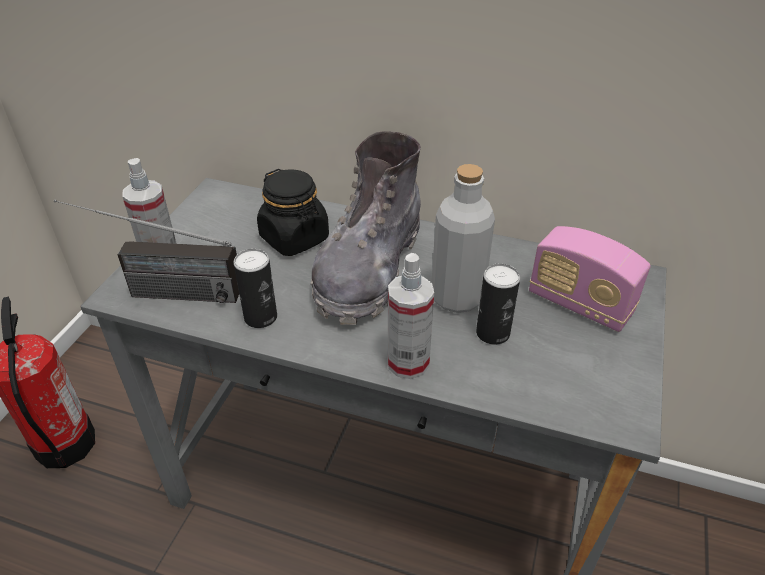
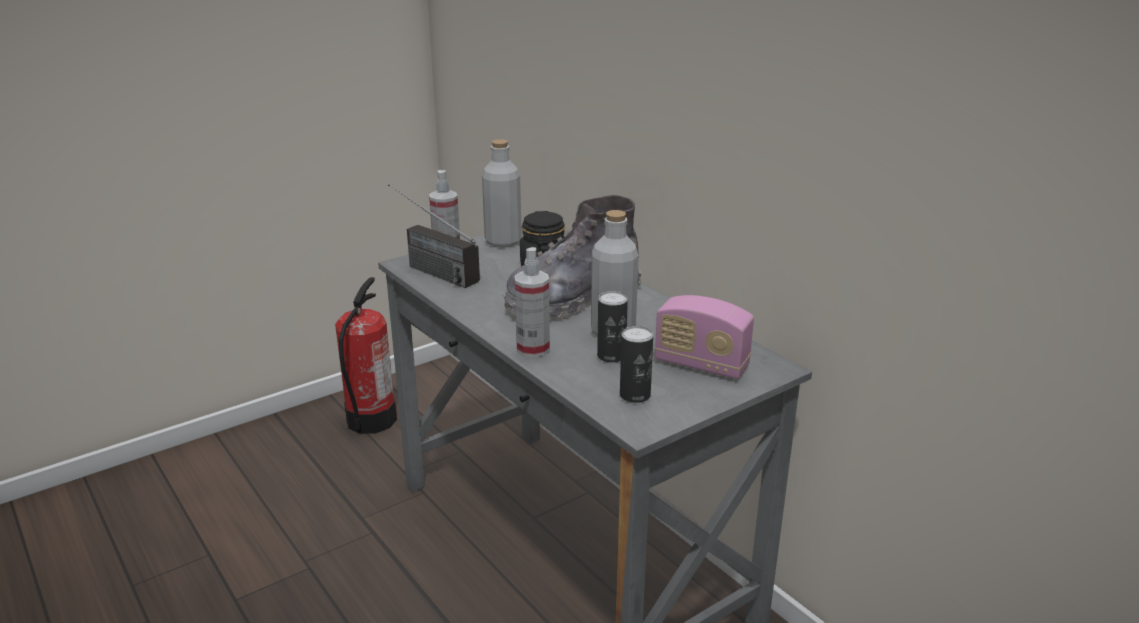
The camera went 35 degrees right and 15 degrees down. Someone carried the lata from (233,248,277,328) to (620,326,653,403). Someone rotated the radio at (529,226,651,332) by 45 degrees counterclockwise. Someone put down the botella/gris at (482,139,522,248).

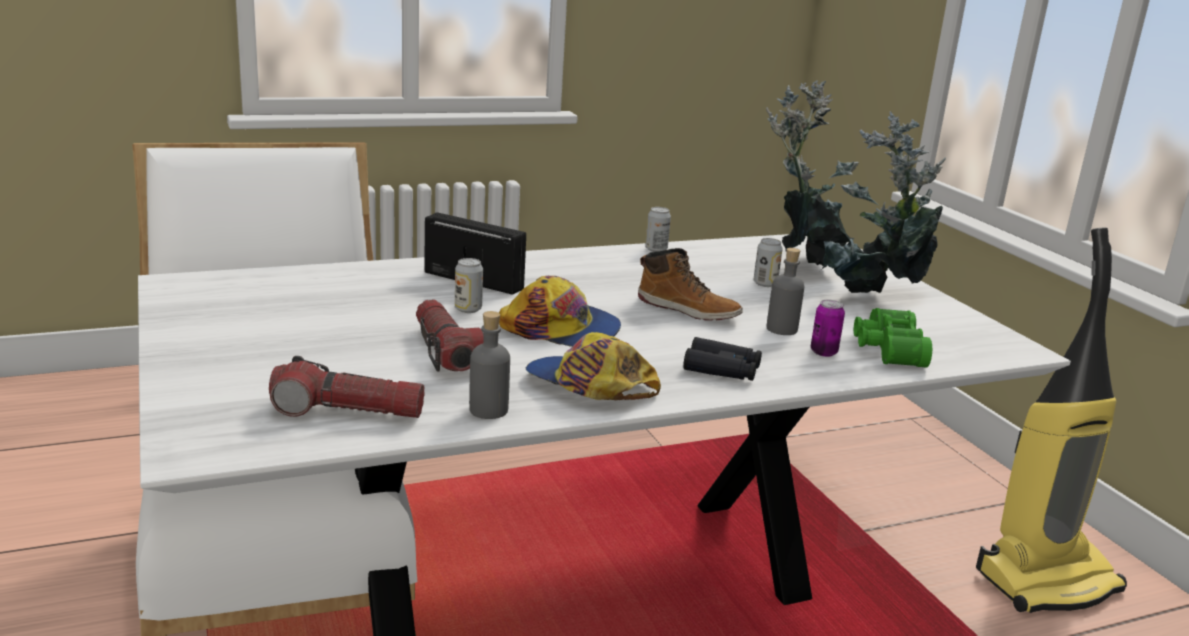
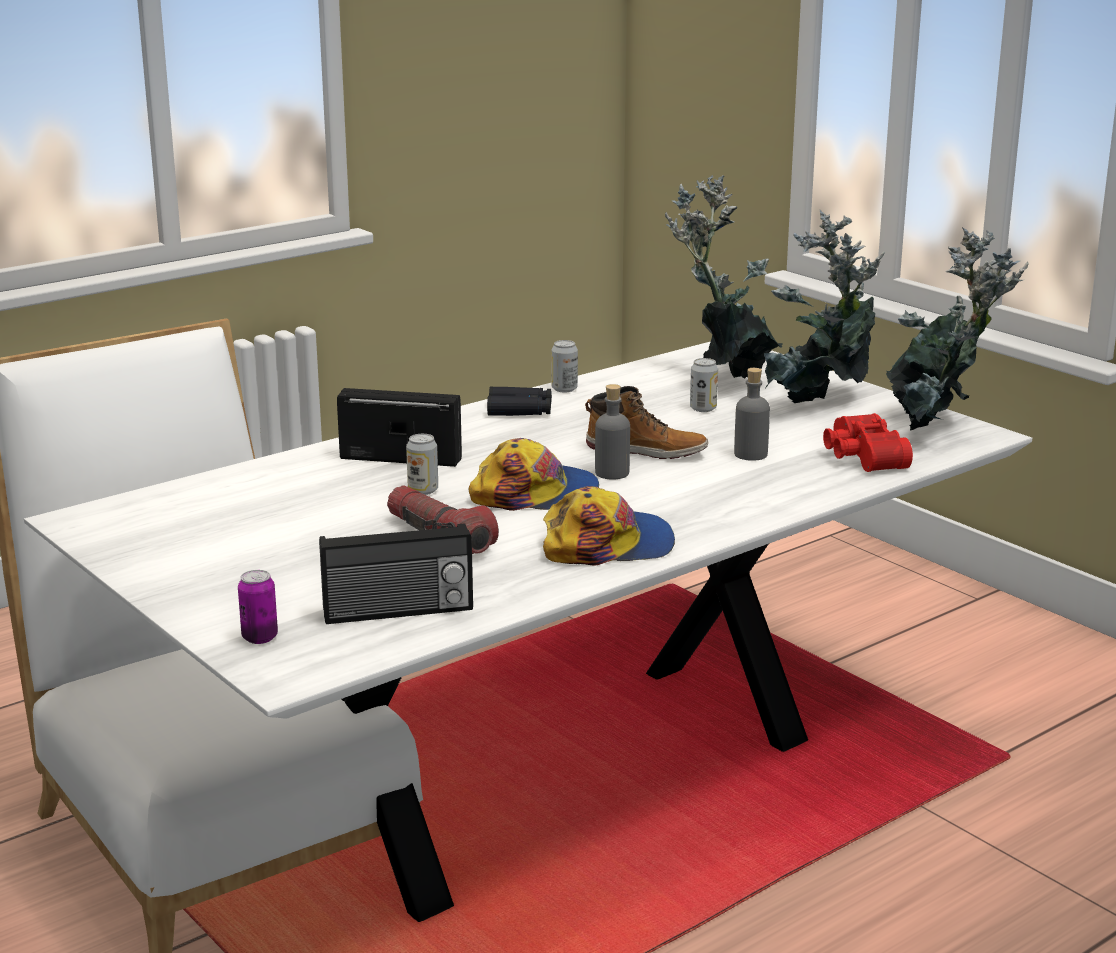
The camera went 15 degrees left and 0 degrees up. Someone swapped the linterna at (269,356,425,418) for the radio at (319,523,473,624). Someone carried the botella/gris from (469,311,510,419) to (595,384,630,480). Someone rotated the gorra at (526,332,661,401) by 150 degrees clockwise. Someone carried the prismáticos/negro from (683,337,762,381) to (487,386,552,416). Someone carried the lata from (811,300,845,357) to (238,570,278,644). Someone repainted the prismáticos/verde at (854,308,932,367), which became the prismáticos/rojo at (823,413,913,472). Someone took away the aspiradora at (976,227,1127,613). Someone put down the planta en maceta at (886,228,1028,431).

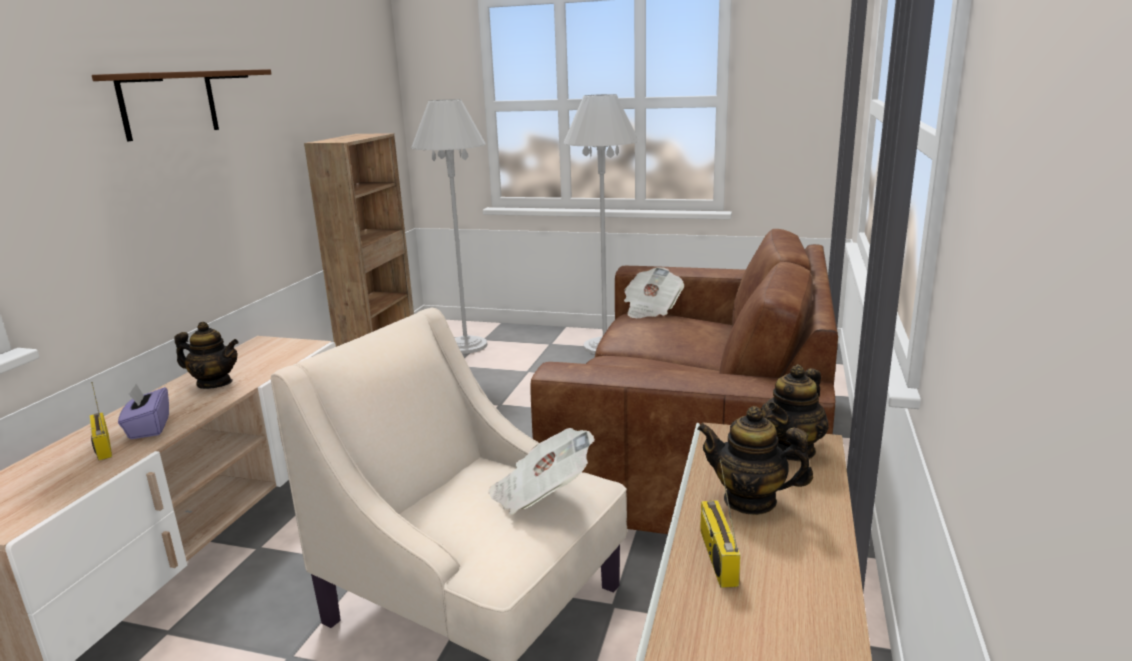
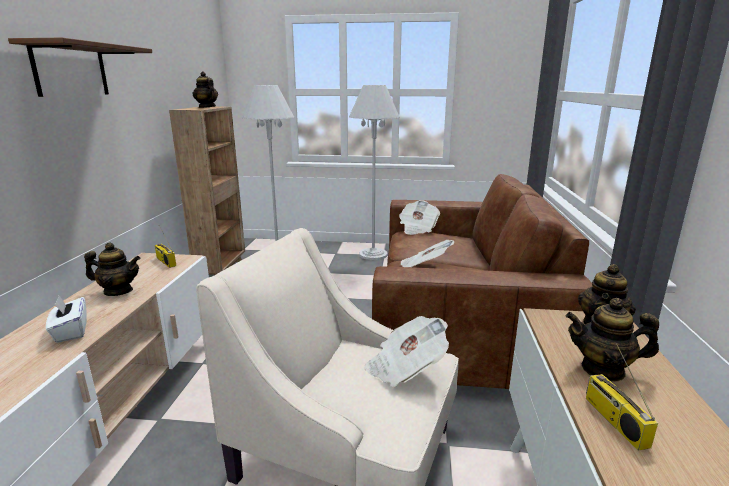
The camera went 10 degrees left and 0 degrees up. Someone carried the radio from (90,382,112,461) to (155,225,176,268). Someone repainted the caja de pañuelos/morado at (118,384,169,439), which became the caja de pañuelos/blanco at (46,296,87,343). Someone put down the tetera at (193,72,218,108). Someone put down the periódico at (401,239,454,267).

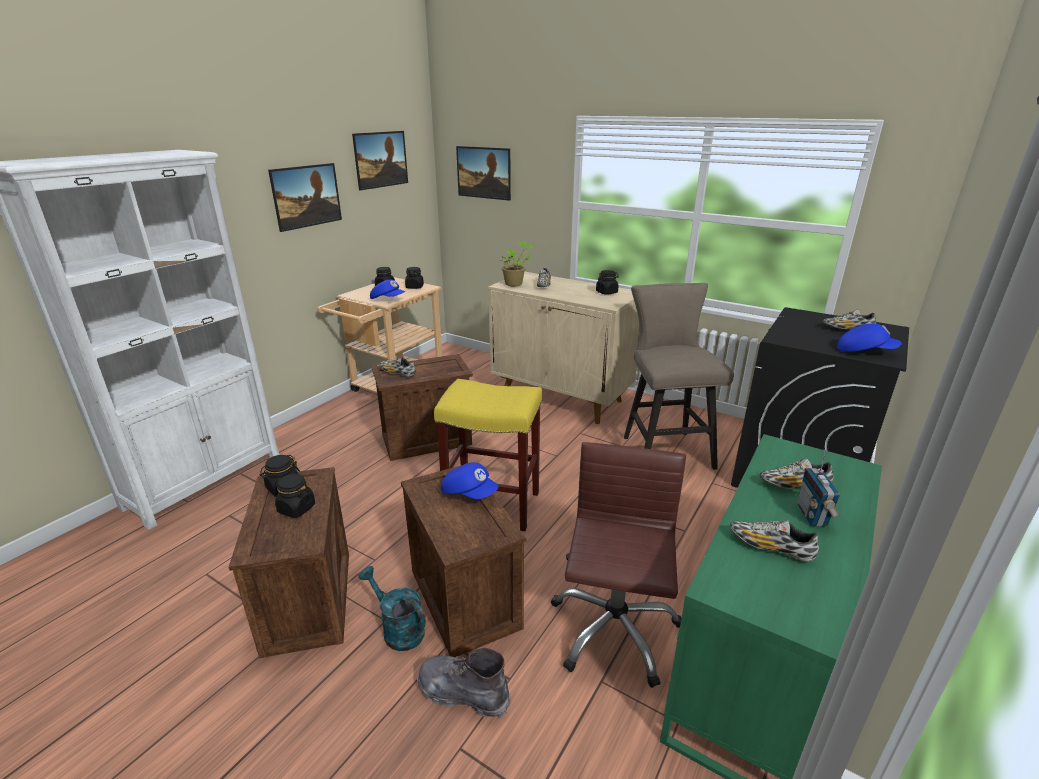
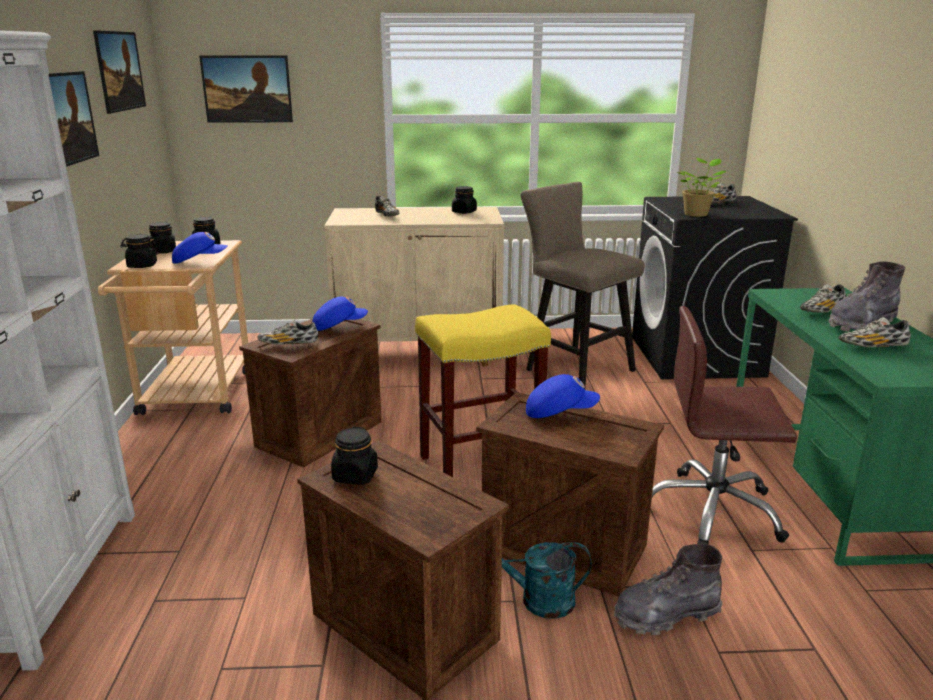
The camera went 35 degrees left and 5 degrees down. Someone carried the tarro/negro from (275,474,315,518) to (120,234,158,268). Someone carried the planta en maceta from (501,241,534,286) to (677,158,726,217). Someone rotated the silla de oficina/marrón at (551,442,686,688) by 60 degrees counterclockwise. Someone swapped the radio at (797,449,840,527) for the bota/gris at (829,261,906,332). Someone carried the gorra/azul from (837,323,902,352) to (312,297,368,331).

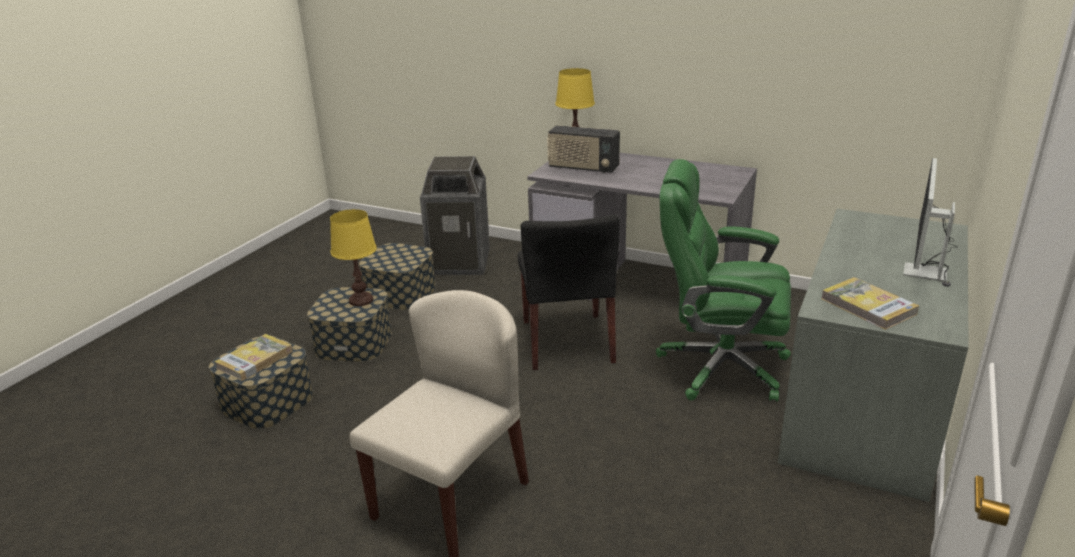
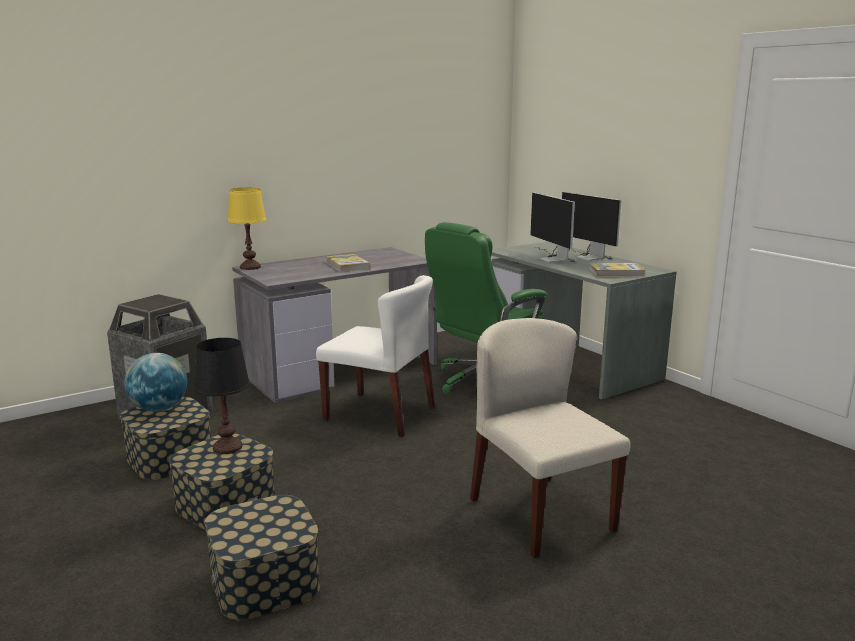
The camera went 60 degrees left and 10 degrees down. Someone carried the libro from (214,334,293,381) to (326,254,370,272). Someone repainted the lámpara de mesa/amarillo at (330,209,377,306), which became the lámpara de mesa/negro at (194,338,250,454). Someone repainted the silla/negro at (518,214,620,370), which became the silla/blanco at (316,275,435,437). Someone took away the radio at (547,125,620,173). Someone put down the globo terráqueo at (124,353,187,412). Someone put down the monitor at (530,192,575,263).

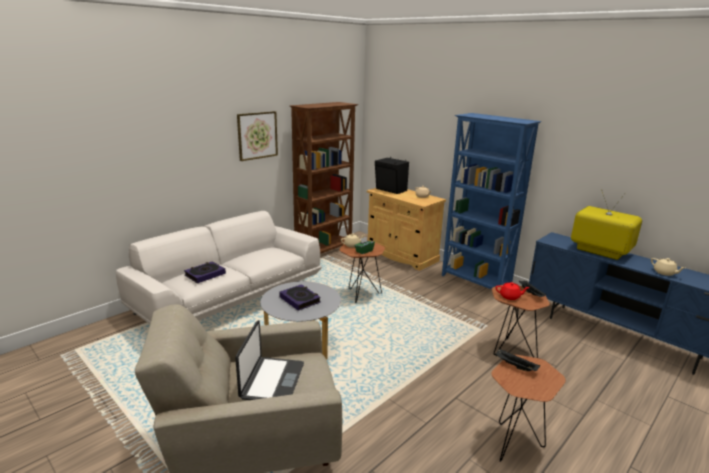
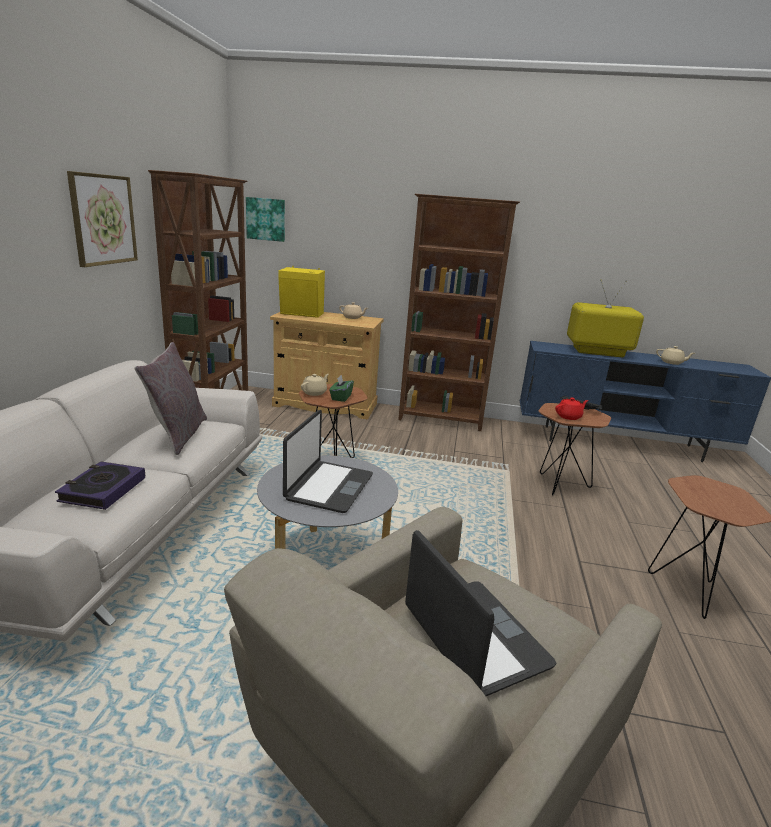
The camera went 35 degrees left and 0 degrees up. Someone swapped the libro at (279,284,321,311) for the portátil at (283,410,373,513). Someone repainted the altavoz/negro at (375,157,409,194), which became the altavoz/amarillo at (278,266,325,318). Someone repainted the estantería/azul at (442,113,542,290), which became the estantería/marrón at (398,194,520,431). Someone took away the bandeja/negro at (496,348,540,371). Someone put down the cojín/gris at (134,342,207,455). Someone put up the cuadro at (246,197,285,242).

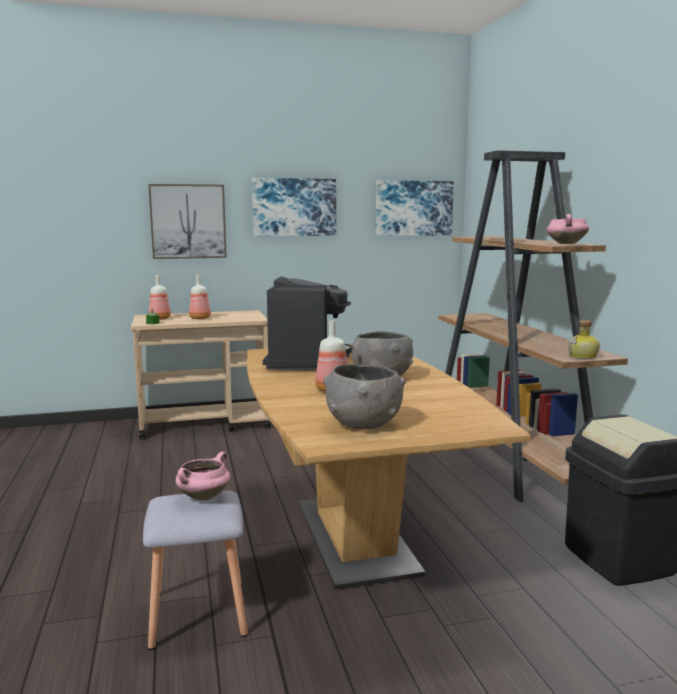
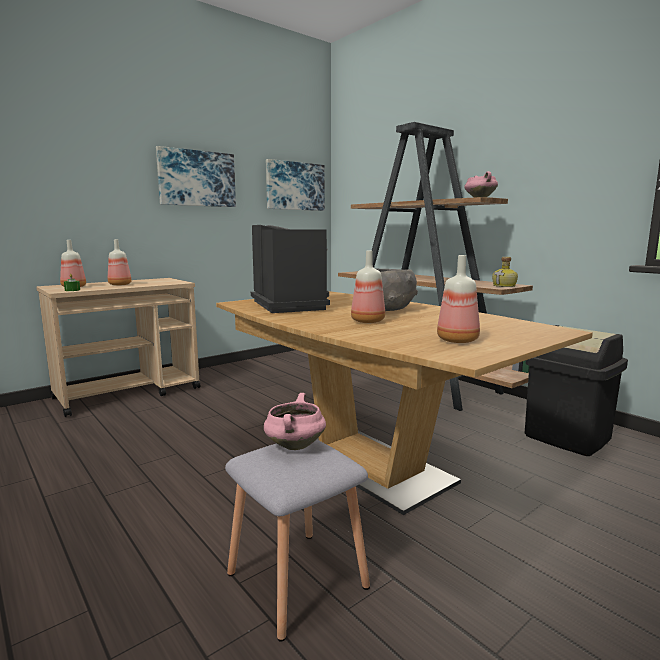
The camera went 25 degrees left and 0 degrees up. Someone took away the cuadro at (148,184,227,259). Someone swapped the cuenco/gris at (323,364,406,429) for the botella at (437,255,480,343).

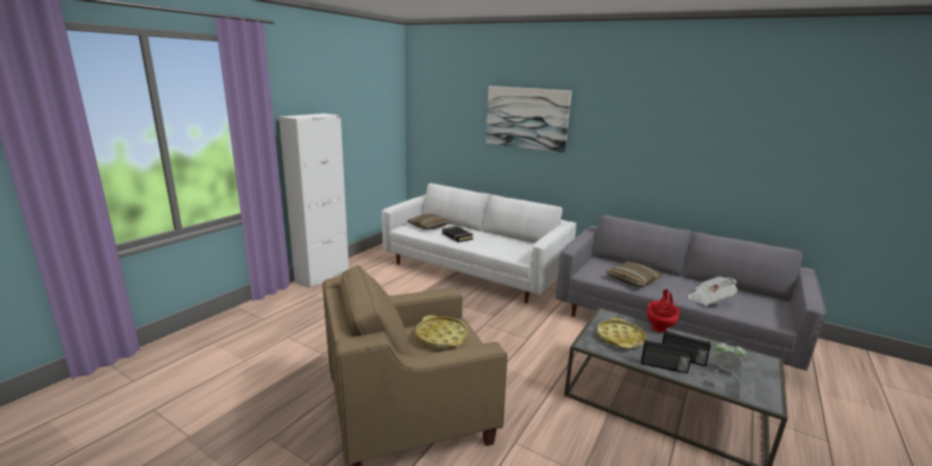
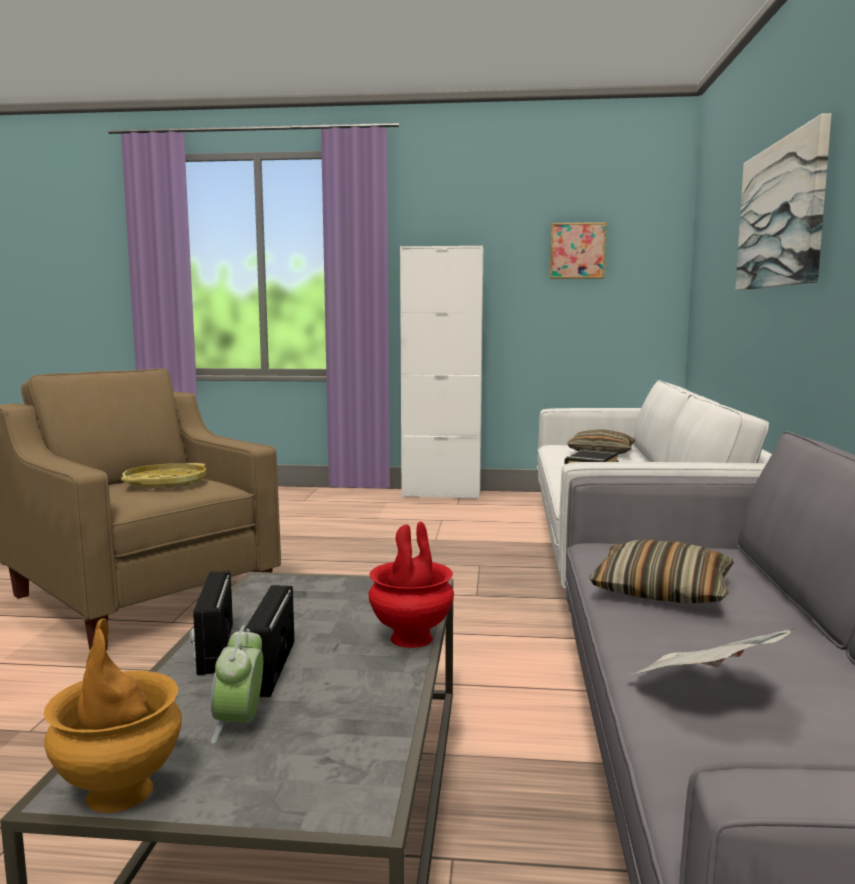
The camera went 65 degrees right and 10 degrees down. Someone took away the bandeja/amarillo at (597,318,647,348). Someone put down the florero/marrón at (44,618,182,813). Someone put up the cuadro at (550,222,606,279).

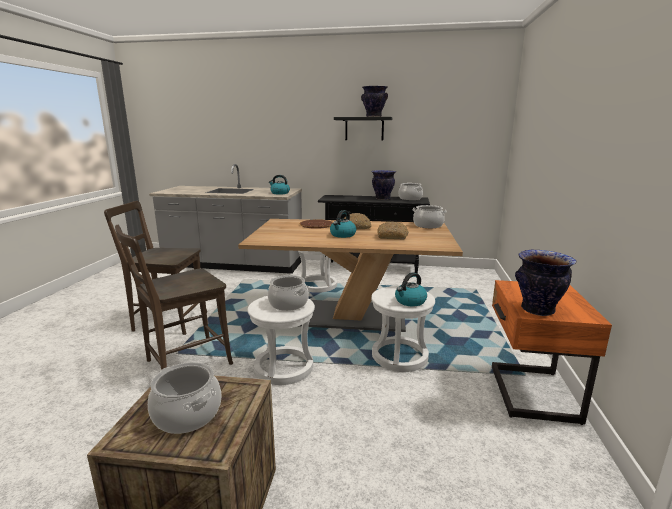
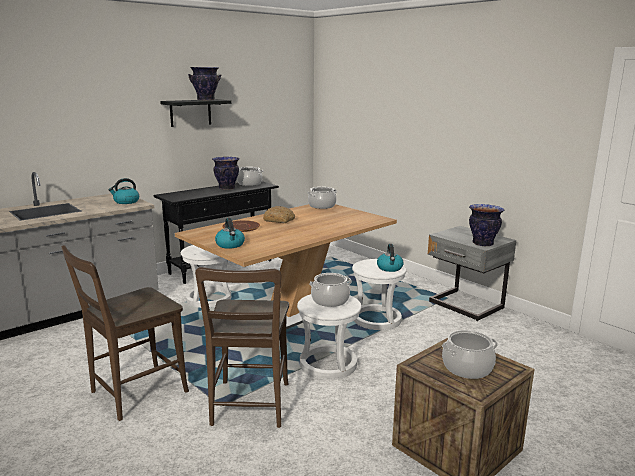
The camera went 50 degrees left and 0 degrees up. Someone carried the hervidor from (330,210,356,238) to (215,218,245,249). Someone took away the pan at (378,222,409,240). Someone repainted the mesita de noche/naranja at (492,280,612,425), which became the mesita de noche/gris at (428,226,516,321).

